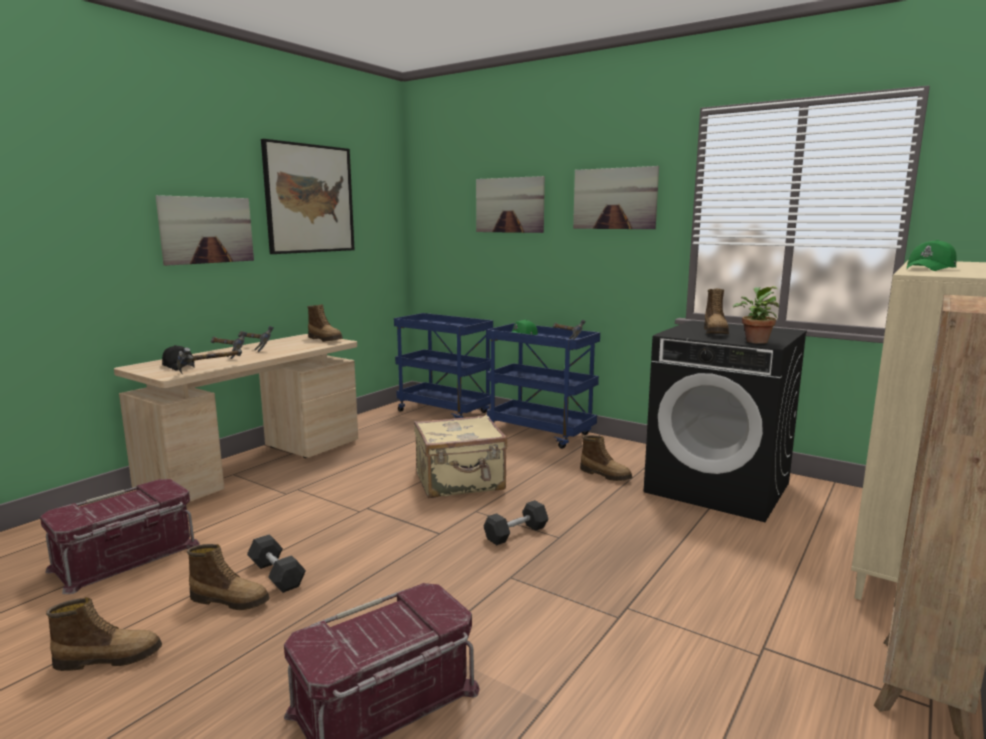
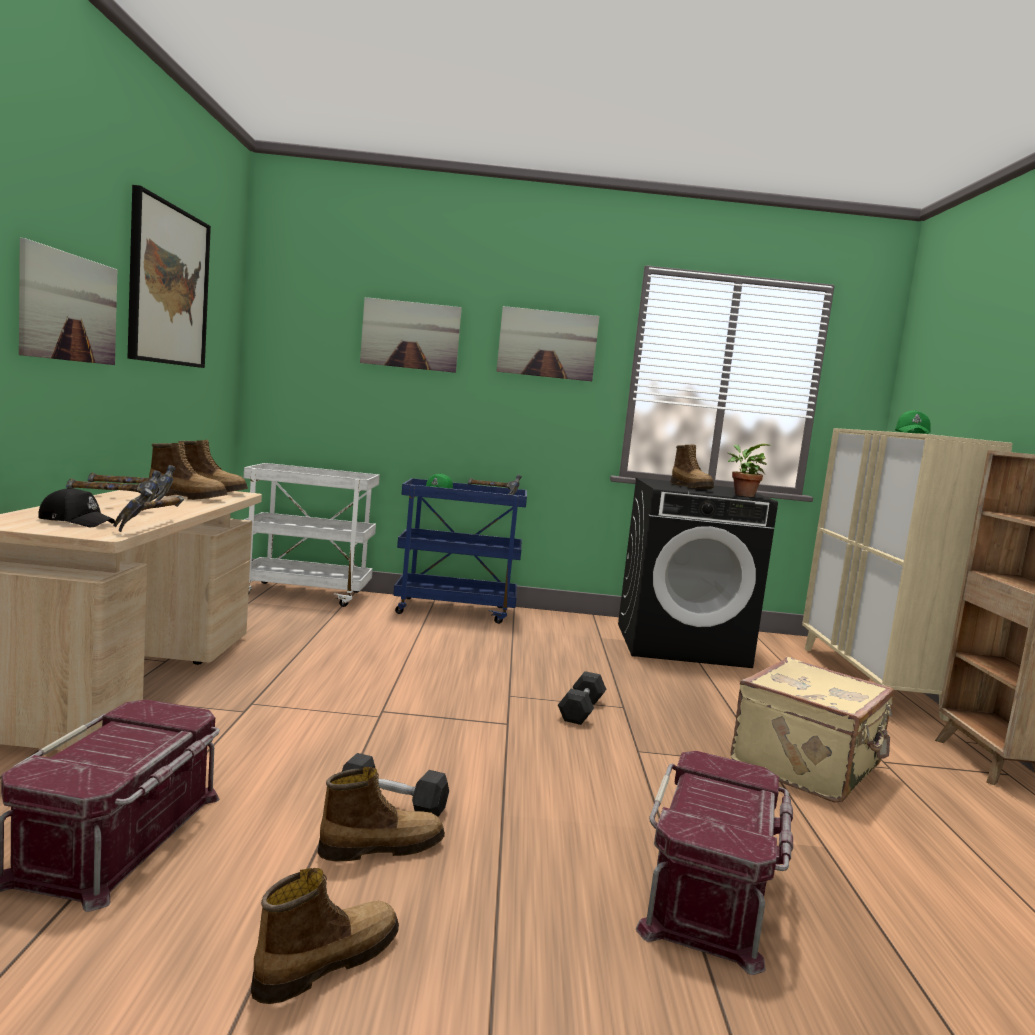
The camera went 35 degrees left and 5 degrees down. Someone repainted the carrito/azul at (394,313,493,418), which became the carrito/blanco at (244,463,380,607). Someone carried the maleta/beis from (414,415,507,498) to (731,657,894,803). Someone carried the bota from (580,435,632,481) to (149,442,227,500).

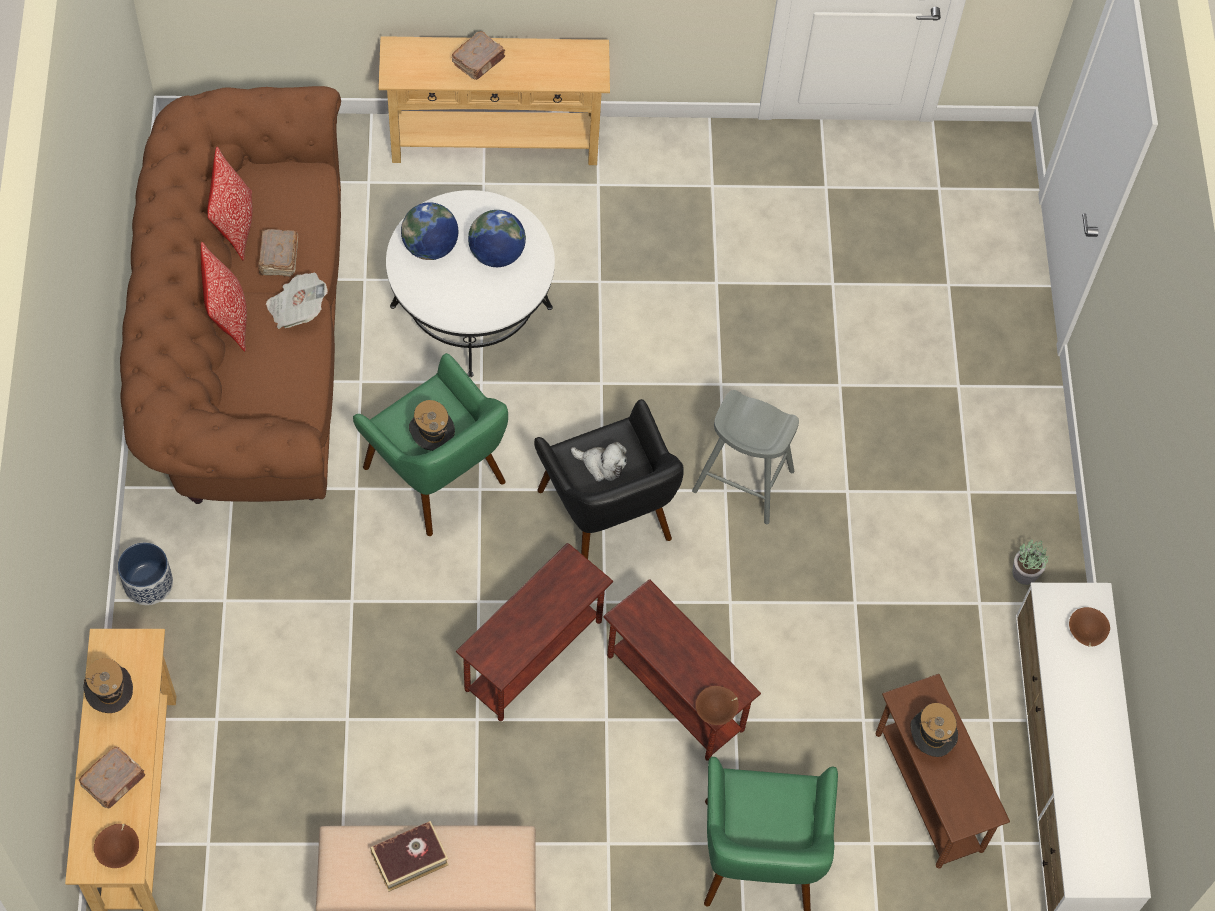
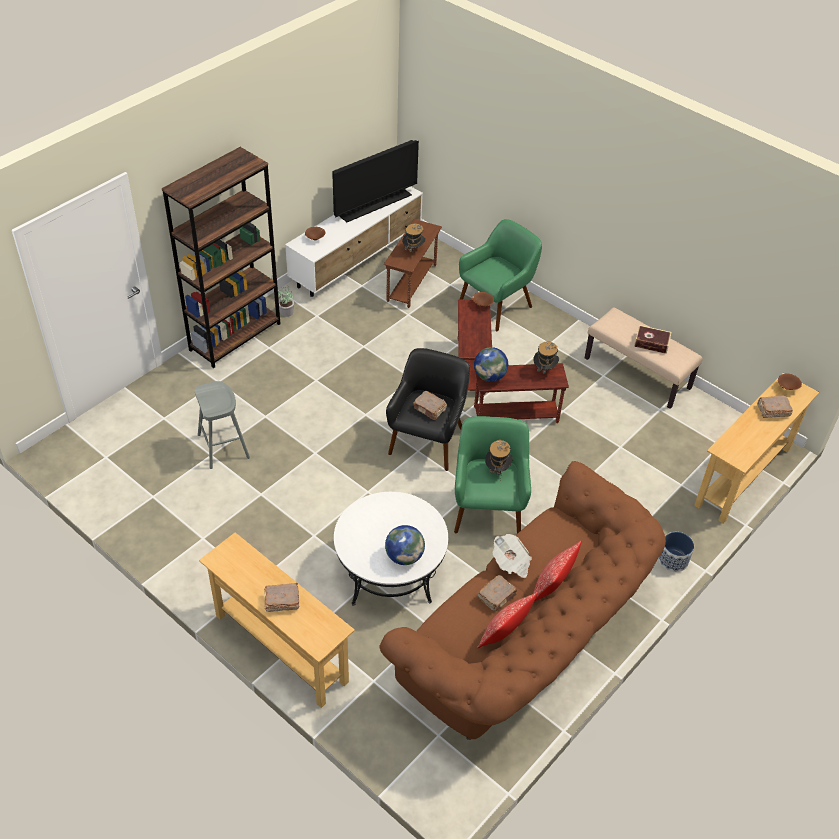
The camera went 135 degrees left and 15 degrees down. Someone carried the sombrero from (84,658,133,713) to (533,341,559,380). Someone carried the globo terráqueo from (468,210,526,267) to (474,347,508,382). Someone swapped the peluche at (571,442,627,482) for the libro/marrón at (413,391,447,420). Someone carried the taburete/gris from (692,390,799,524) to (195,381,250,469). Someone put down the estantería/marrón at (162,147,281,368). Someone put down the televisor at (332,140,419,222).

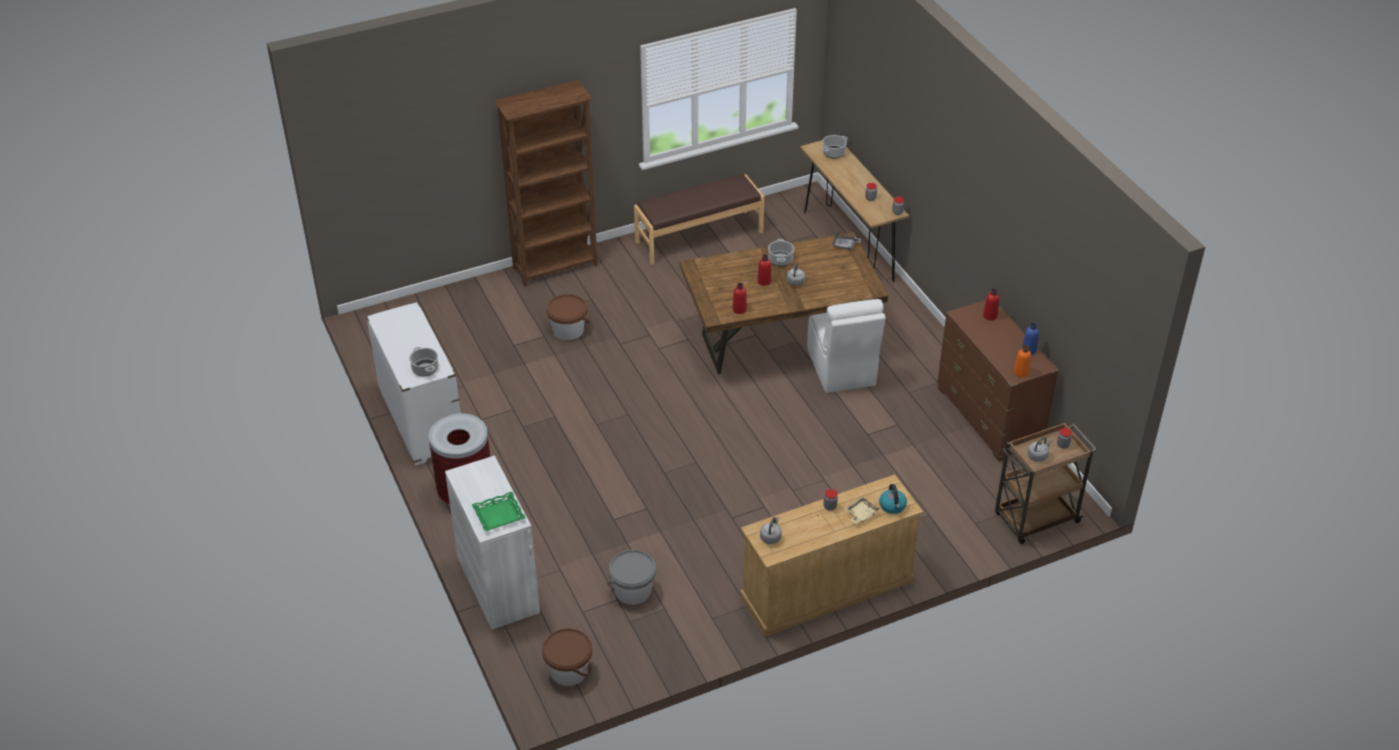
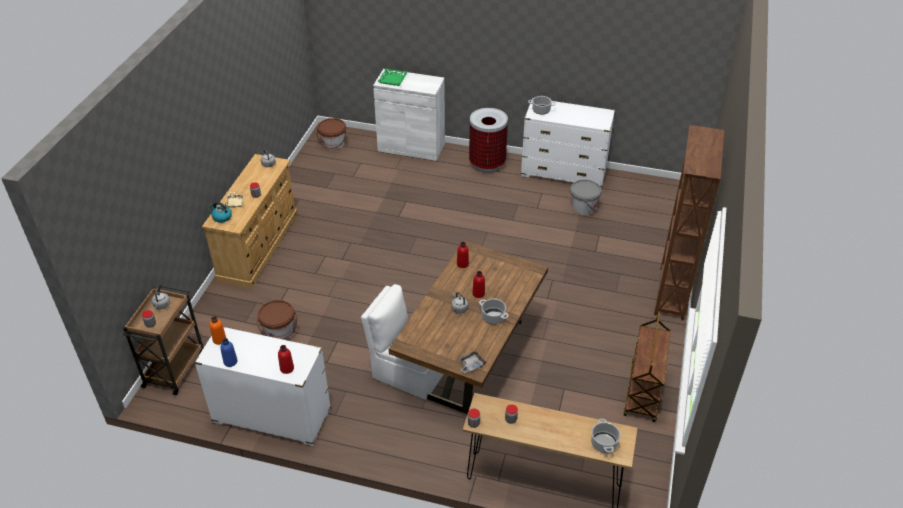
The camera went 130 degrees right and 0 degrees up. Someone carried the cubo/marrón from (547,294,590,340) to (257,300,297,340). Someone carried the cubo/gris from (607,550,656,605) to (570,179,601,215). Someone swapped the banco/marrón at (634,174,764,265) for the carrito/marrón at (624,312,671,422). Someone repainted the cómoda/marrón at (937,300,1059,461), which became the cómoda/blanco at (194,327,331,446).

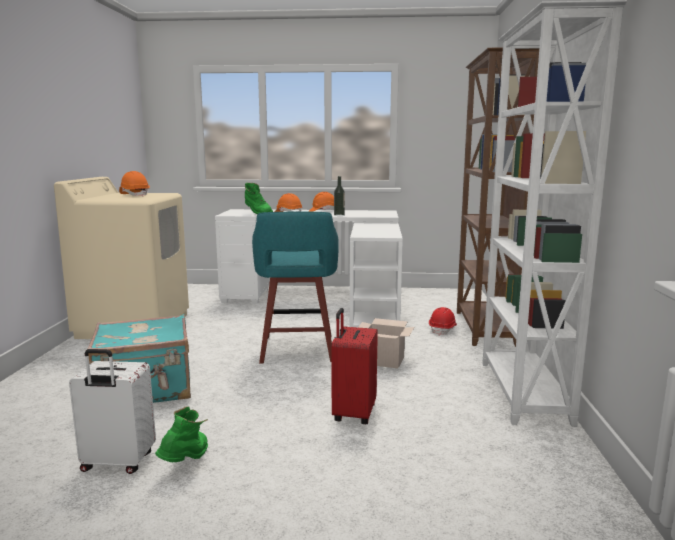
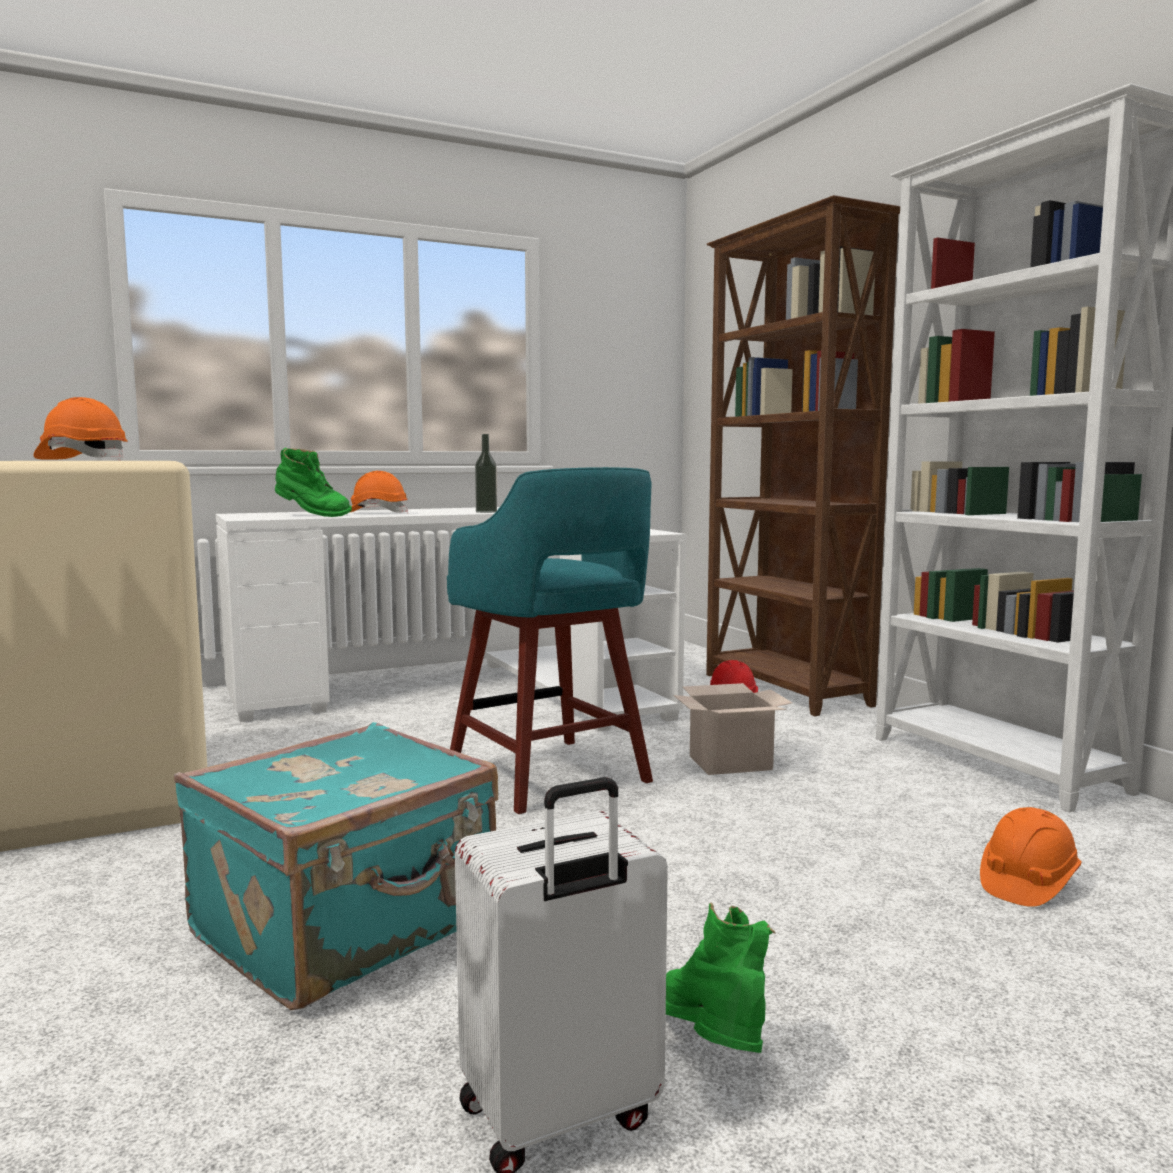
The camera went 30 degrees left and 5 degrees down. Someone carried the casco/naranja from (309,192,334,212) to (980,807,1082,907). Someone took away the maleta/rojo at (331,308,378,424).

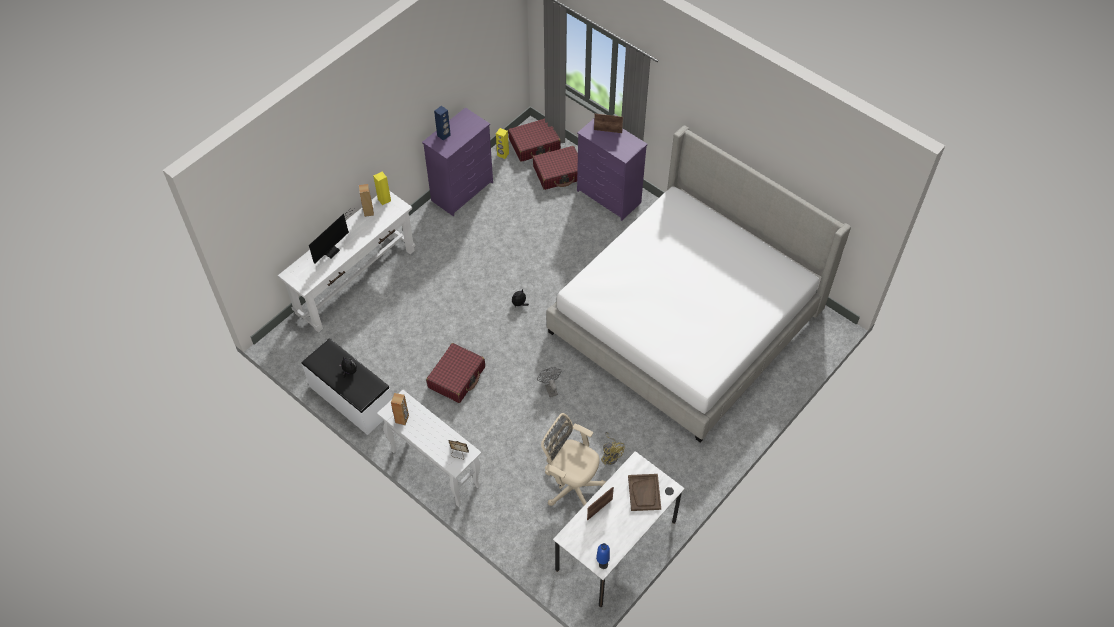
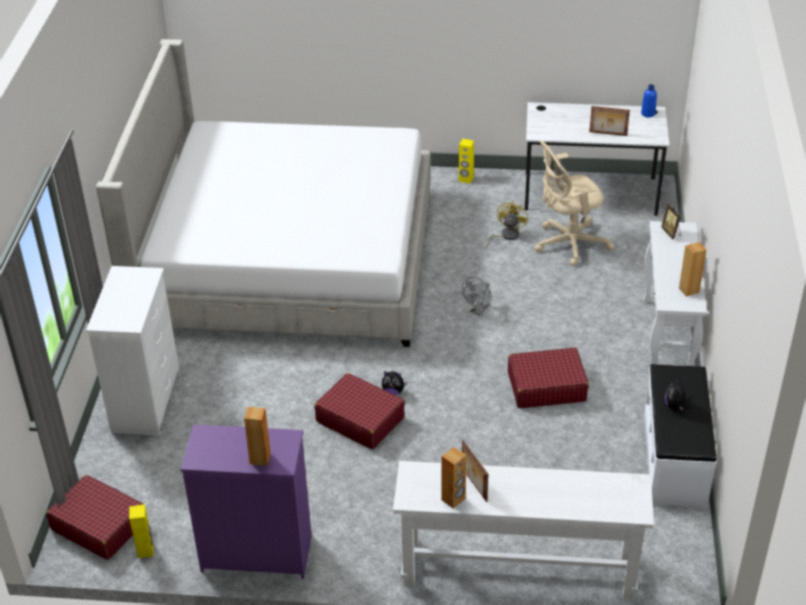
The camera went 125 degrees left and 15 degrees down. Someone took away the monitor at (309,211,354,264). Someone carried the altavoz/amarillo from (373,172,391,205) to (459,139,474,183). Someone repainted the altavoz/azul at (434,106,451,141), which became the altavoz/marrón at (244,406,271,466). Someone carried the maleta/rojo from (533,146,578,190) to (315,373,405,449). Someone rotated the silla de oficina/beis at (541,413,607,506) by 75 degrees clockwise. Someone repainted the cómoda/morado at (577,119,648,221), which became the cómoda/blanco at (86,266,180,436). Someone carried the portarretratos from (594,114,623,133) to (462,440,488,502). Someone took away the bandeja/marrón at (628,474,661,511).

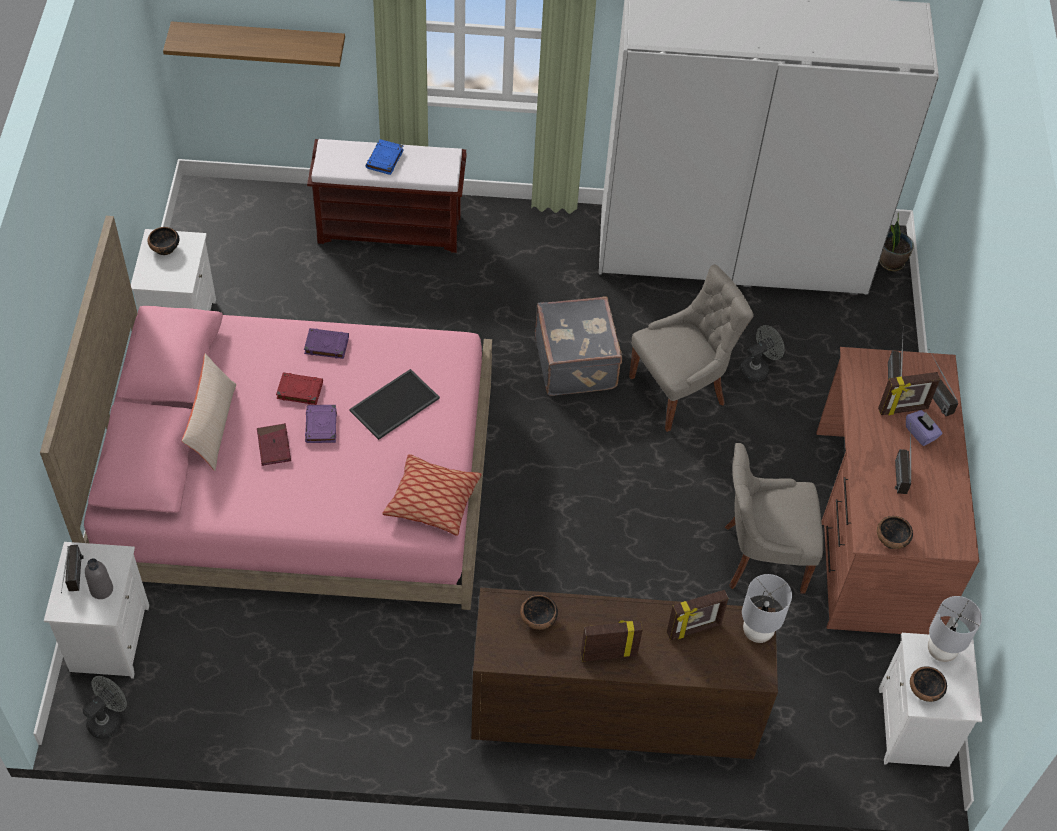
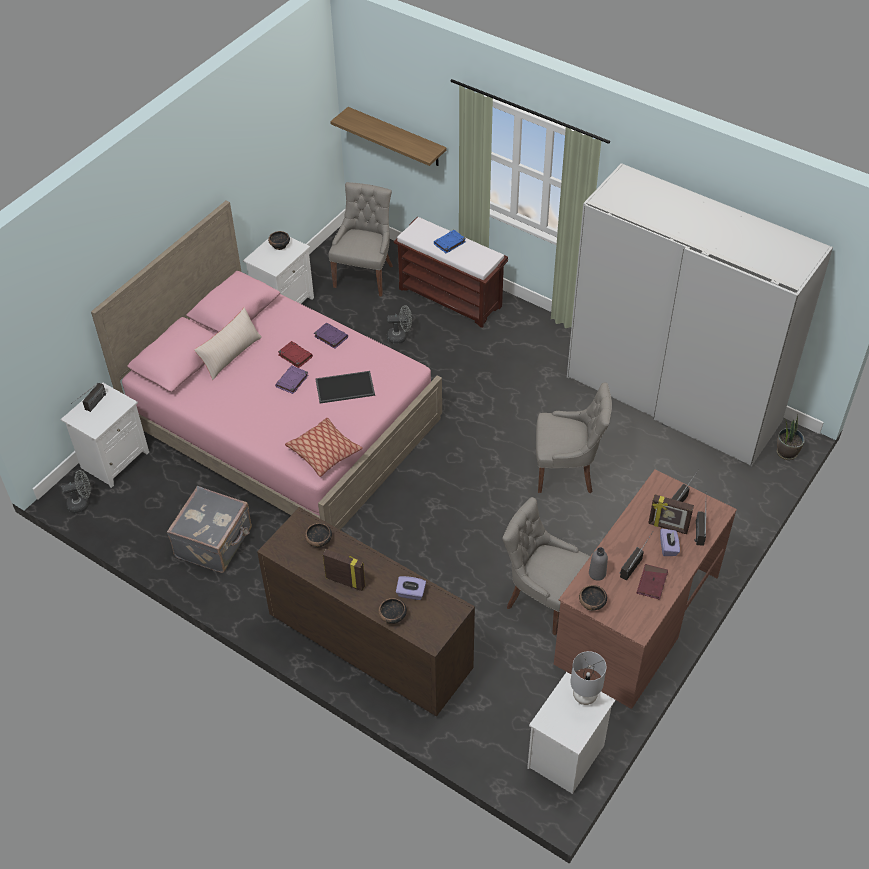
The camera went 35 degrees right and 5 degrees down. Someone carried the botella/gris from (85,559,113,599) to (589,547,608,581). Someone carried the libro/rojo from (257,423,291,466) to (637,564,668,600). Someone carried the maleta/gris from (535,296,623,396) to (167,486,252,573). Someone swapped the portarretratos at (667,590,729,640) for the caja de pañuelos/morado at (396,576,426,600). Someone carried the ventilador/gris from (740,325,785,382) to (387,305,412,344). Someone took away the lámpara de mesa/gris at (742,574,792,643). Someone carried the cuenco from (910,666,947,702) to (378,598,407,624). Someone put down the silla/gris at (329,182,393,297).

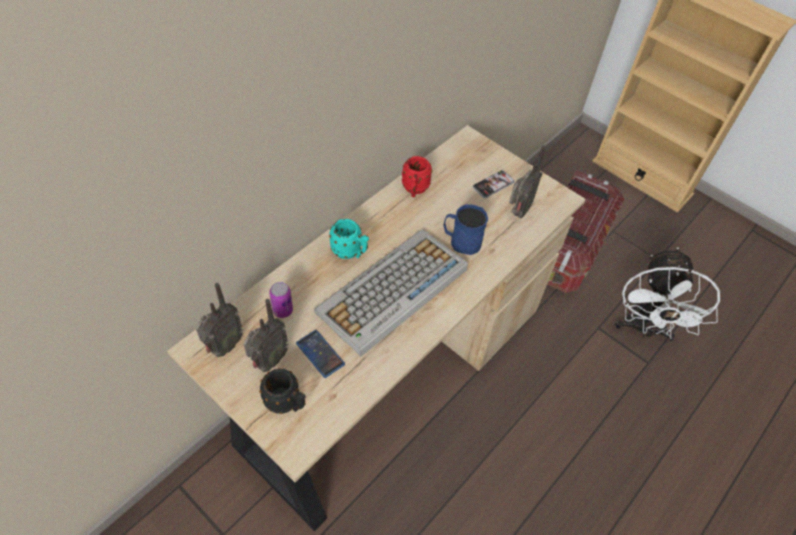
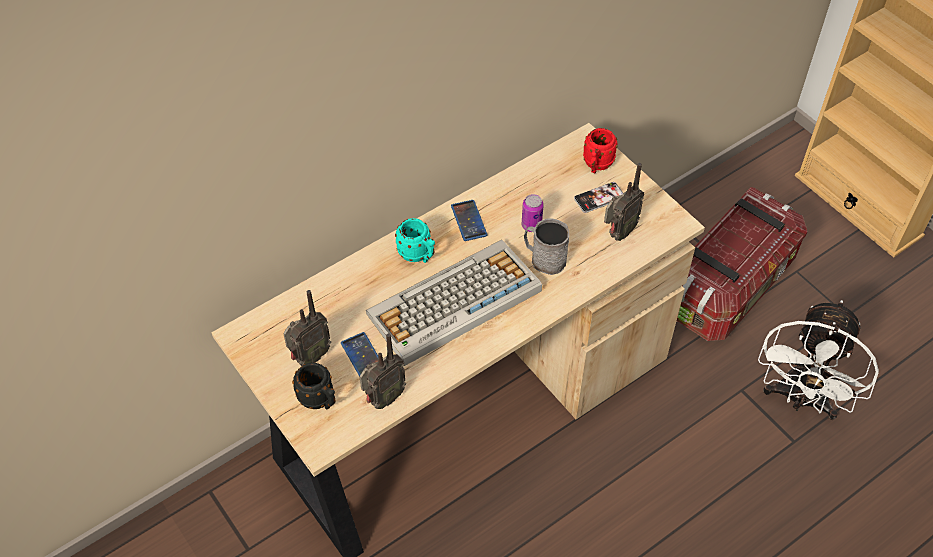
The camera went 15 degrees right and 0 degrees up. Someone carried the radio from (196,283,243,357) to (359,333,406,409). Someone carried the lata from (269,282,293,318) to (522,194,544,232). Someone carried the taza grande/rojo from (402,156,432,197) to (583,128,617,173). Someone repainted the taza grande/azul at (444,204,488,255), which became the taza grande/gris at (524,218,569,275). Someone put down the móvil at (451,200,488,241).

